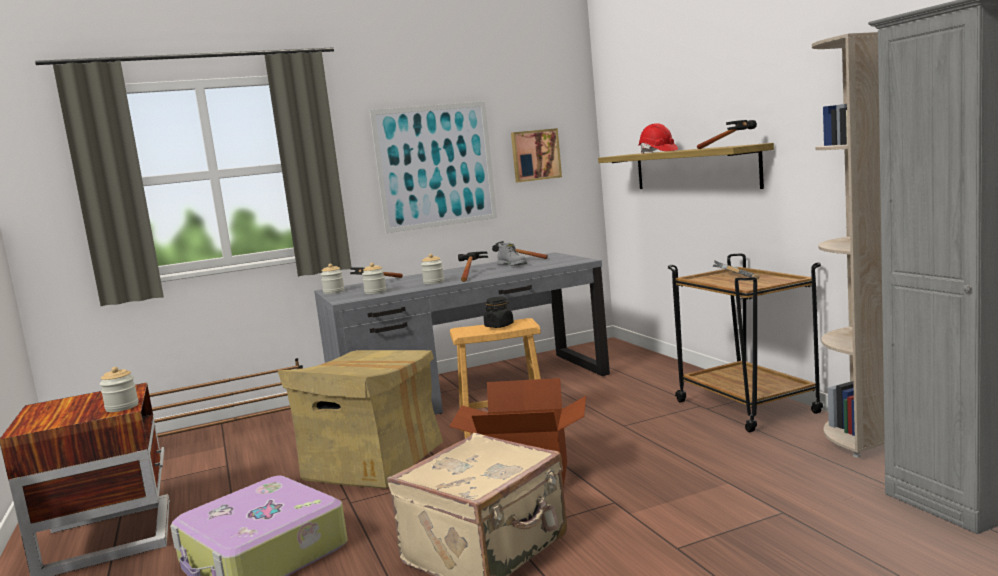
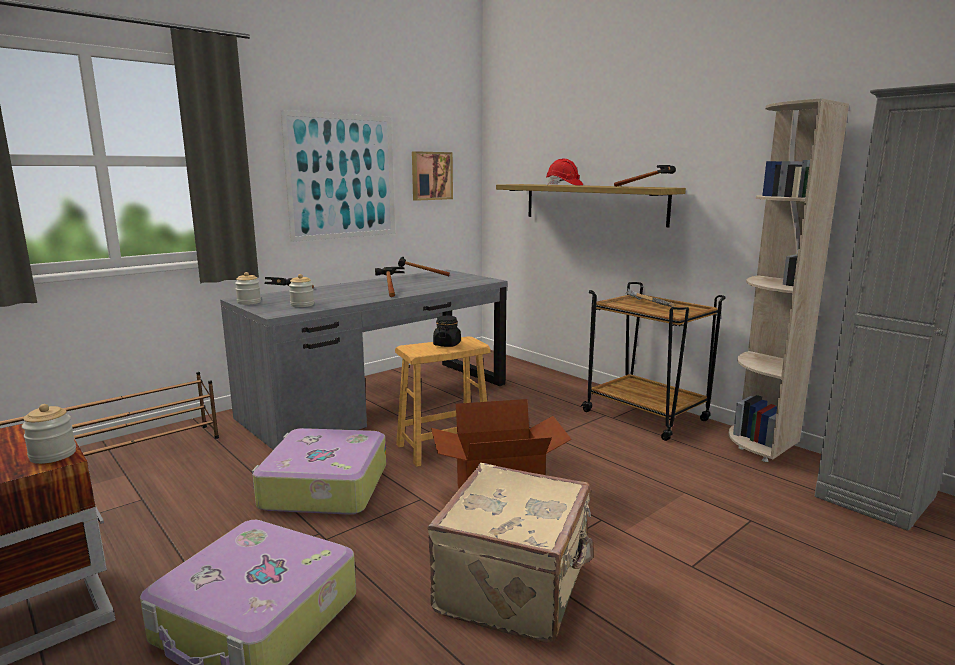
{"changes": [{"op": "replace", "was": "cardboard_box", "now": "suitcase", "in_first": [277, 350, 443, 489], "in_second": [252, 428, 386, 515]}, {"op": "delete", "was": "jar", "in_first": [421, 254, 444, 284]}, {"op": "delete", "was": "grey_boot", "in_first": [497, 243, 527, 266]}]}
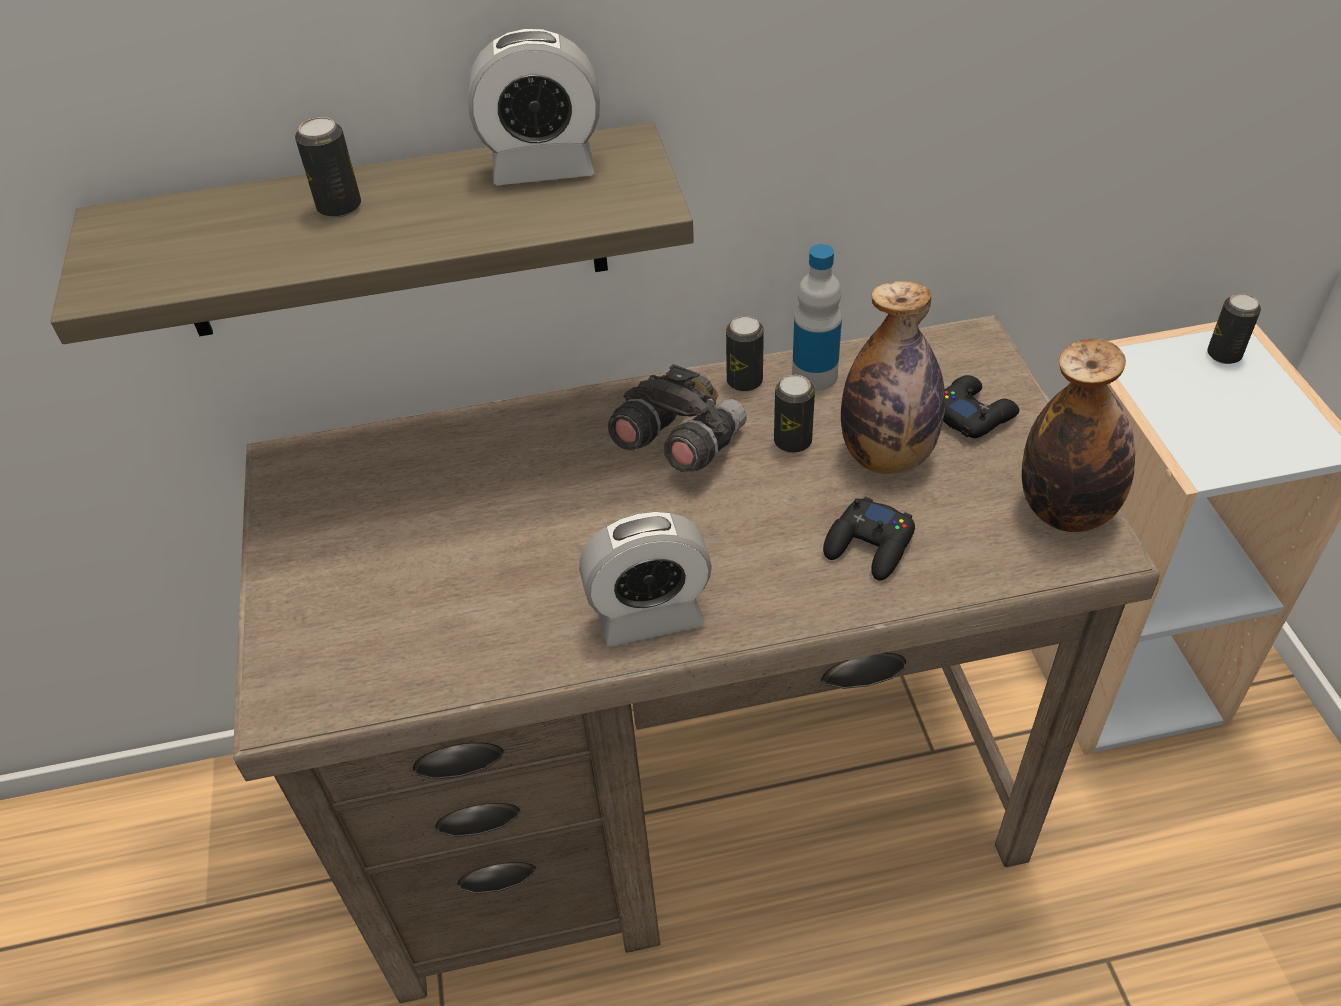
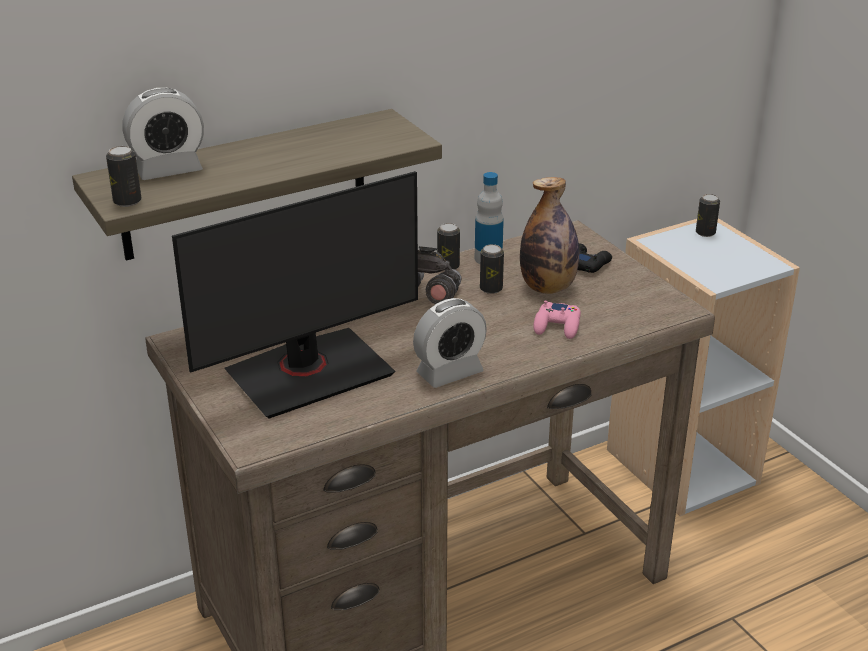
{"changes": [{"op": "move", "was": "can", "in_first": [295, 117, 361, 218], "in_second": [106, 146, 142, 207]}, {"op": "move", "was": "alarm_clock", "in_first": [468, 29, 600, 185], "in_second": [122, 88, 204, 180]}, {"op": "recolor", "was": "black_game_controller", "now": "pink_game_controller", "in_first": [823, 497, 915, 581], "in_second": [534, 300, 581, 339]}, {"op": "delete", "was": "bottle", "in_first": [1022, 338, 1135, 532]}, {"op": "insert", "now": "monitor", "in_second": [172, 171, 418, 419]}]}
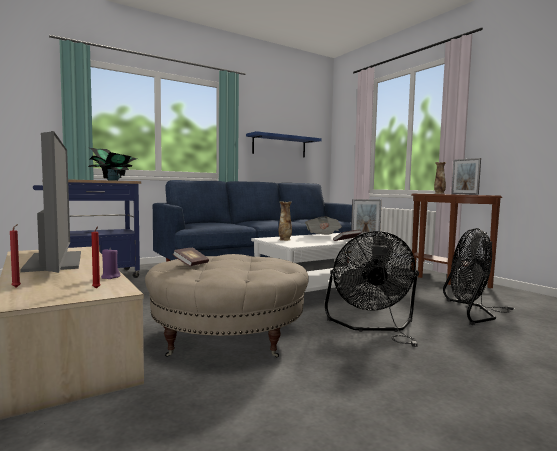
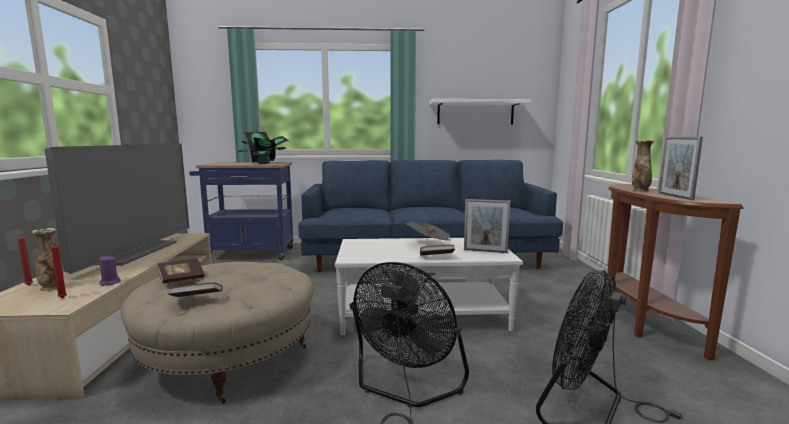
{"changes": [{"op": "recolor", "was": "blue_shelf", "now": "white_shelf", "in_first": [246, 131, 322, 157], "in_second": [429, 99, 531, 124]}, {"op": "move", "was": "vase", "in_first": [278, 201, 292, 241], "in_second": [32, 228, 64, 291]}, {"op": "insert", "now": "book", "in_second": [167, 283, 222, 297]}]}
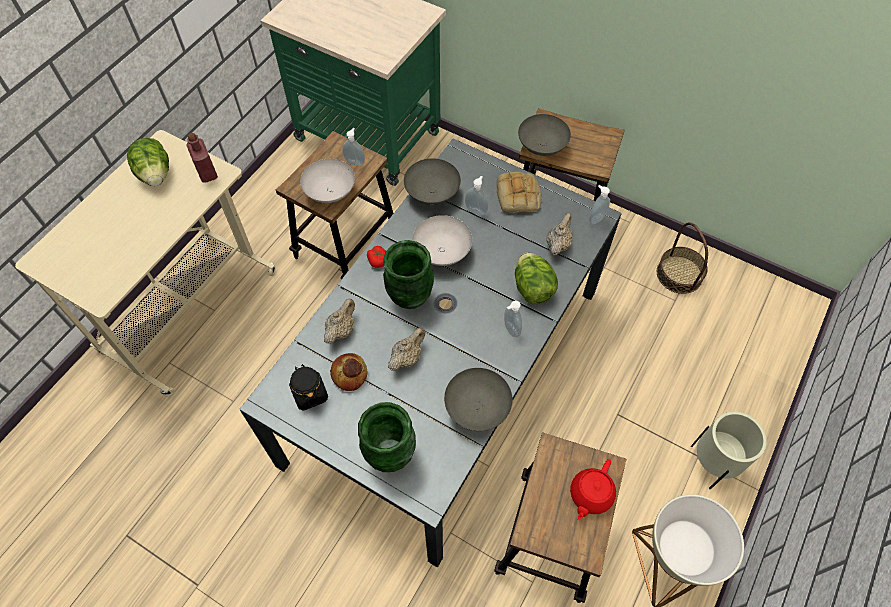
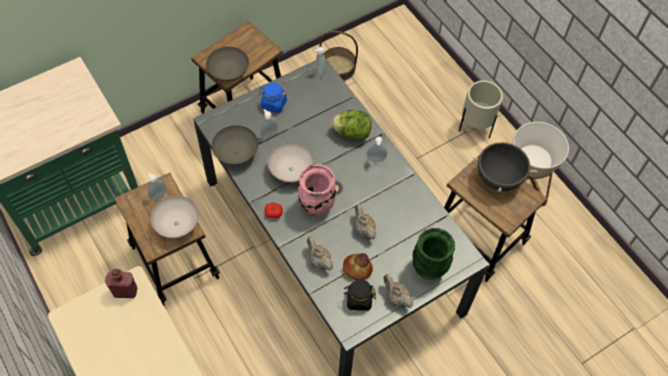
{"changes": [{"op": "delete", "was": "lettuce", "in_first": [127, 138, 169, 186]}, {"op": "recolor", "was": "green_vase", "now": "pink_vase", "in_first": [383, 240, 434, 309], "in_second": [298, 164, 336, 216]}, {"op": "delete", "was": "grey_bowl", "in_first": [444, 368, 512, 431]}, {"op": "replace", "was": "bread", "now": "blue_jar", "in_first": [497, 172, 542, 213], "in_second": [259, 82, 287, 113]}, {"op": "move", "was": "beige_teapot", "in_first": [547, 213, 573, 255], "in_second": [384, 274, 413, 308]}, {"op": "replace", "was": "red_teapot", "now": "black_cooking_pot", "in_first": [570, 459, 616, 520], "in_second": [472, 138, 537, 192]}]}
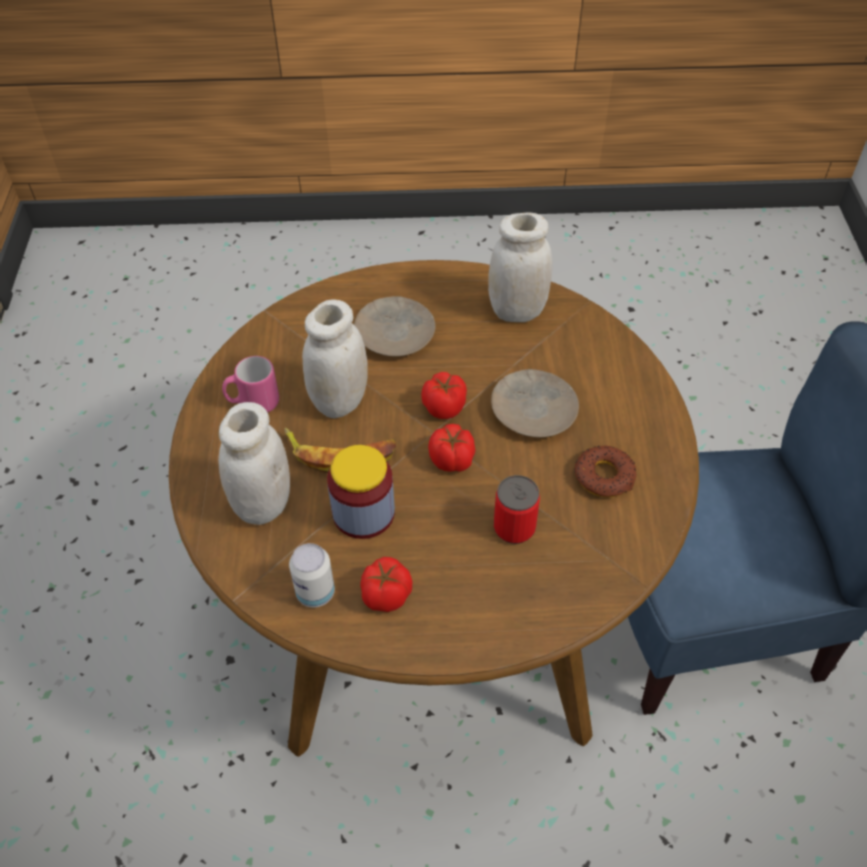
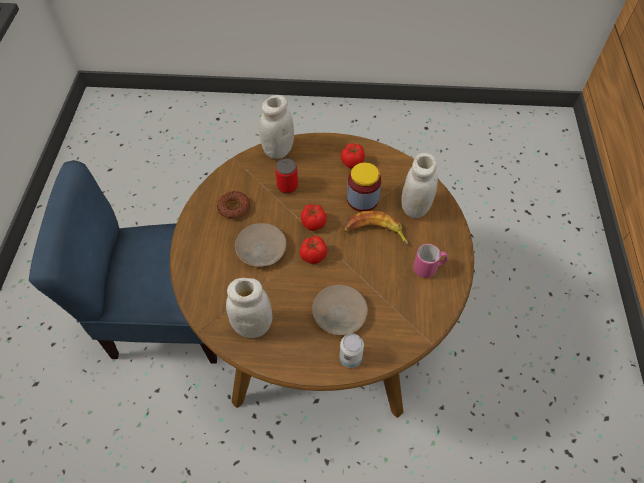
{"changes": [{"op": "move", "was": "can", "in_first": [289, 543, 335, 608], "in_second": [340, 334, 364, 368]}, {"op": "move", "was": "white_jar", "in_first": [302, 299, 368, 418], "in_second": [259, 95, 294, 159]}]}
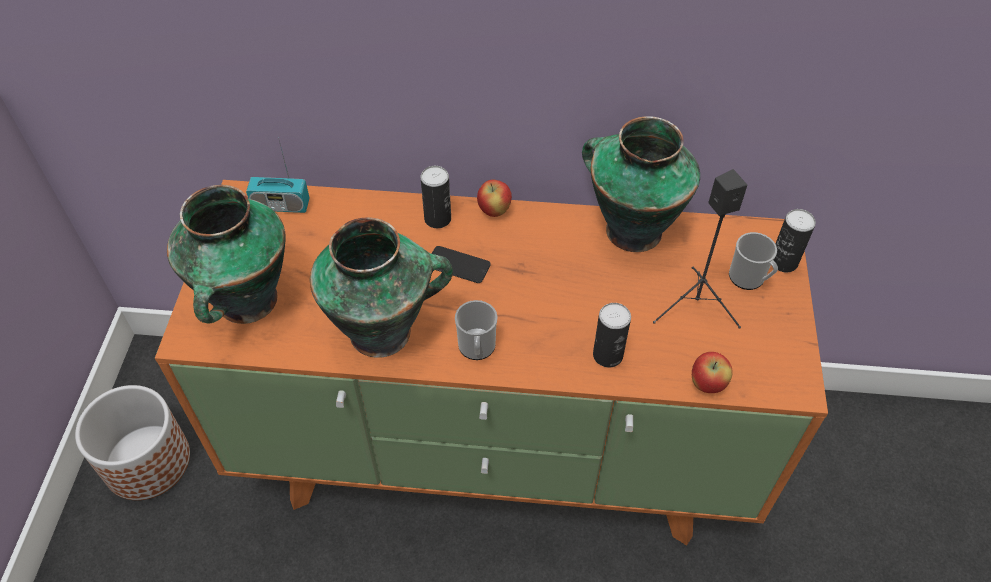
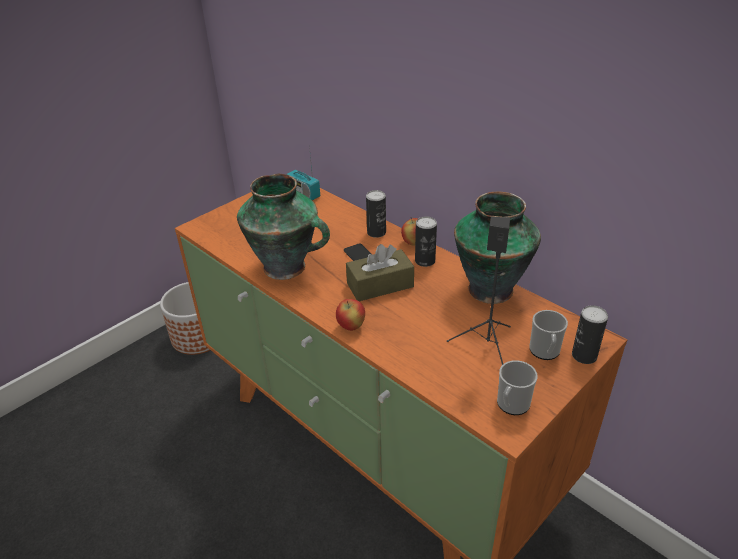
{"changes": [{"op": "delete", "was": "vase", "in_first": [167, 185, 285, 324]}, {"op": "move", "was": "mug", "in_first": [455, 300, 498, 360], "in_second": [497, 360, 538, 415]}, {"op": "move", "was": "can", "in_first": [593, 303, 631, 367], "in_second": [415, 216, 437, 267]}, {"op": "move", "was": "apple", "in_first": [692, 352, 733, 393], "in_second": [336, 299, 365, 331]}, {"op": "insert", "now": "brown_tissue_box", "in_second": [346, 244, 414, 301]}]}
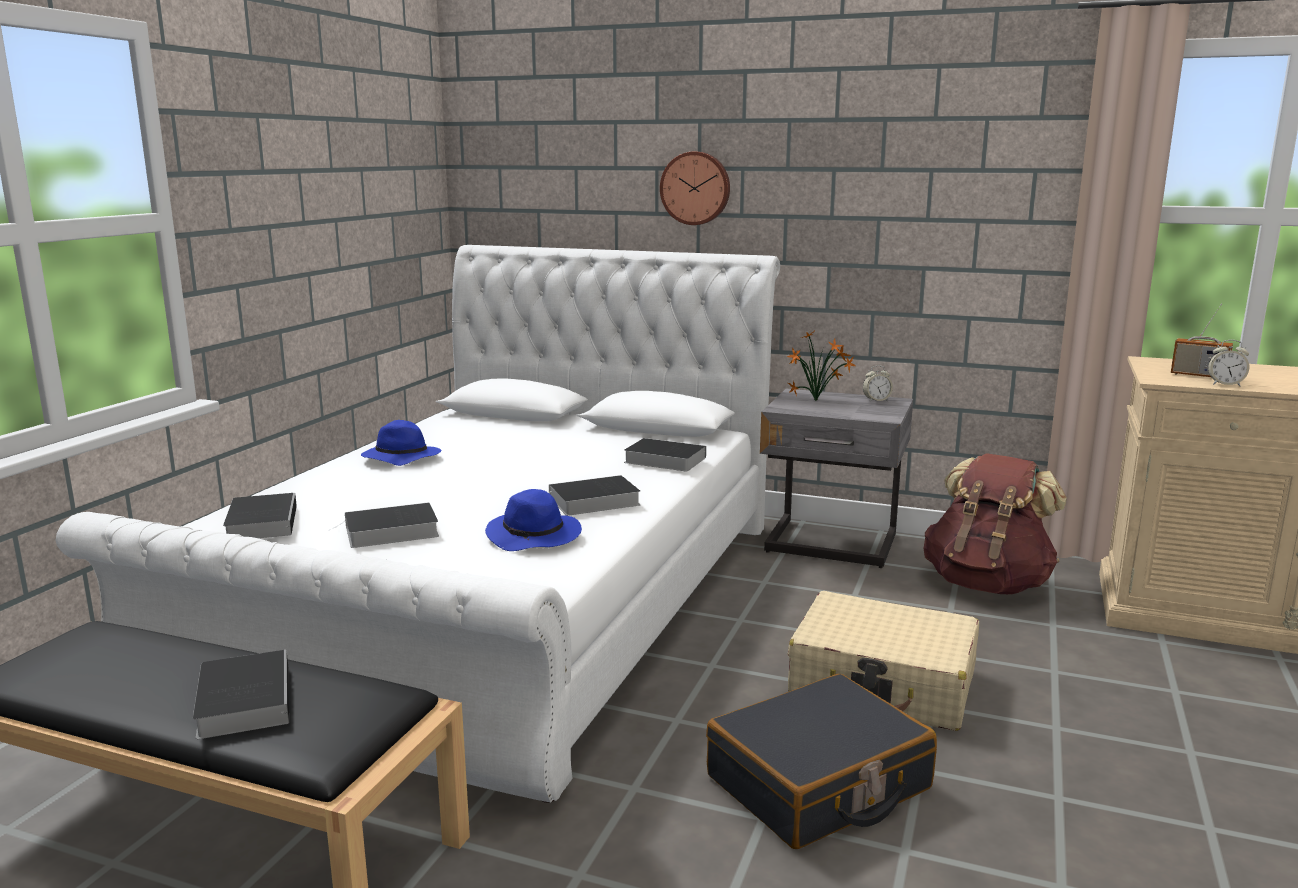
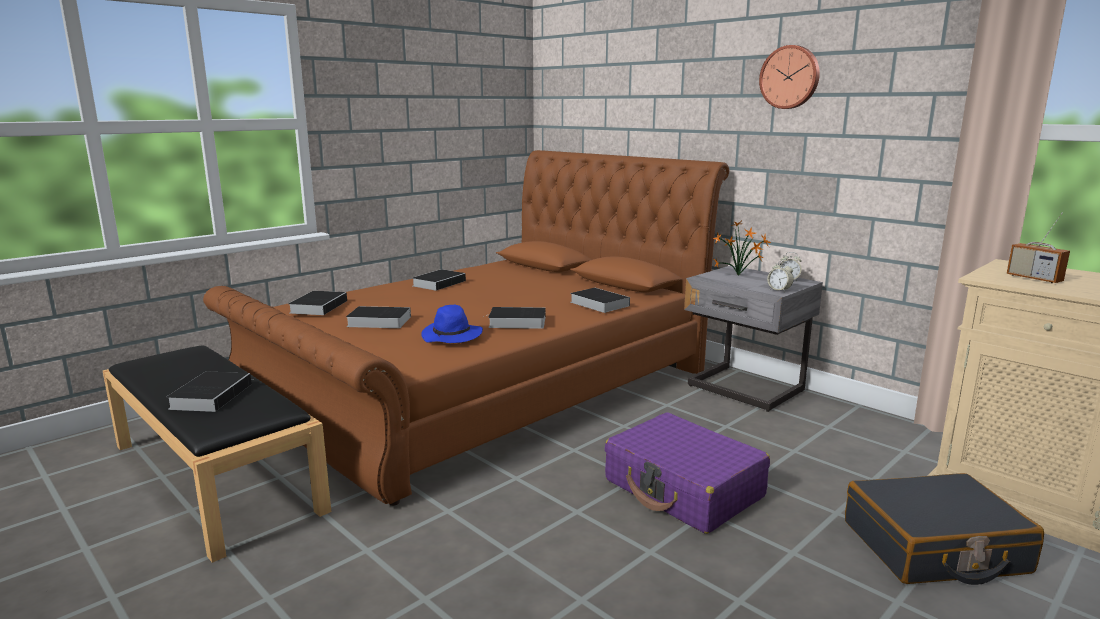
{"changes": [{"op": "recolor", "was": "white_bed", "now": "brown_bed", "in_first": [55, 245, 780, 803], "in_second": [203, 150, 729, 506]}, {"op": "replace", "was": "blue_hat", "now": "book", "in_first": [361, 420, 441, 466], "in_second": [413, 269, 468, 291]}, {"op": "move", "was": "wall_clock", "in_first": [660, 151, 730, 225], "in_second": [759, 45, 820, 109]}, {"op": "move", "was": "black_suitcase", "in_first": [706, 674, 937, 849], "in_second": [845, 473, 1044, 585]}, {"op": "recolor", "was": "beige_suitcase", "now": "purple_suitcase", "in_first": [788, 591, 979, 731], "in_second": [605, 412, 770, 534]}, {"op": "delete", "was": "brown_backpack", "in_first": [923, 453, 1067, 595]}, {"op": "move", "was": "alarm_clock", "in_first": [1208, 340, 1249, 387], "in_second": [767, 261, 794, 292]}]}
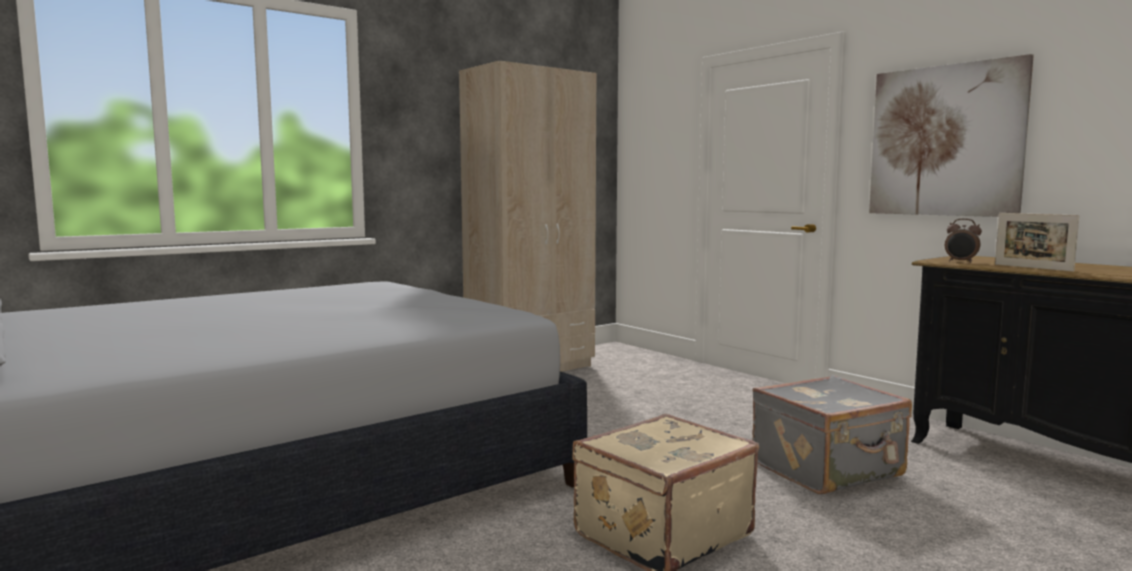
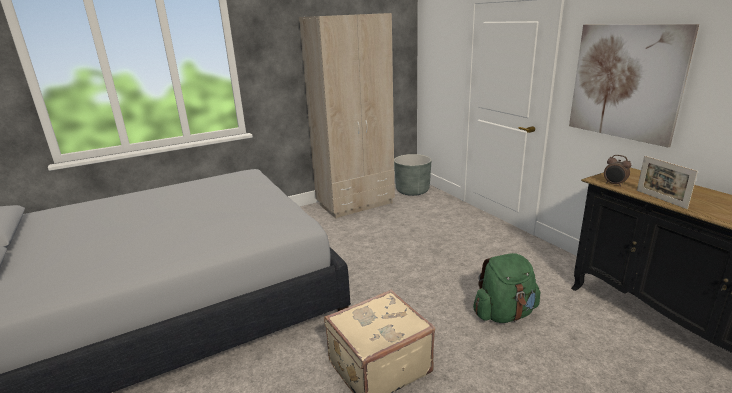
{"changes": [{"op": "replace", "was": "grey_suitcase", "now": "green_backpack", "in_first": [752, 375, 912, 494], "in_second": [473, 253, 540, 323]}, {"op": "insert", "now": "grey_planter", "in_second": [394, 154, 432, 196]}]}
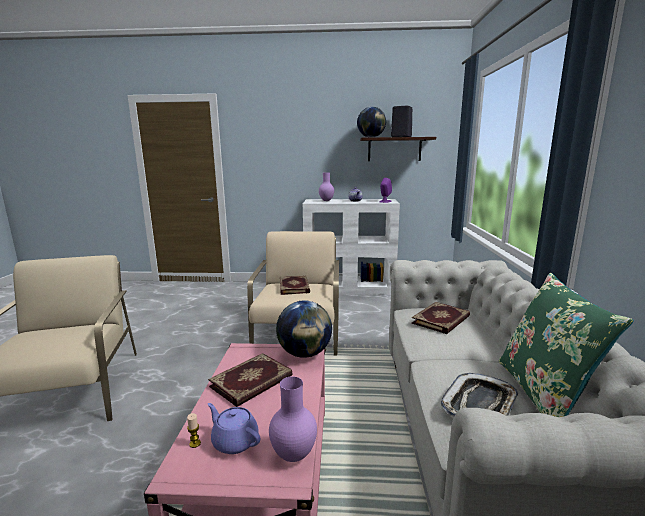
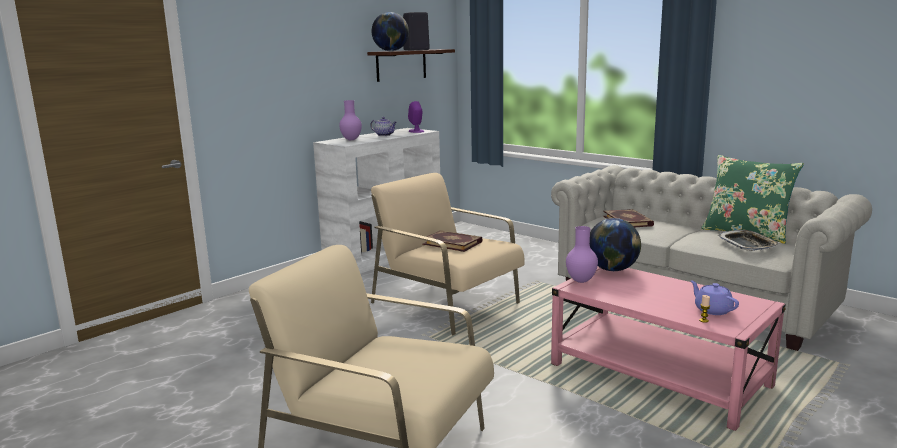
{"changes": [{"op": "delete", "was": "book", "in_first": [208, 353, 293, 407]}, {"op": "rotate", "was": "purple_teapot", "in_first": [208, 403, 260, 454], "in_second": [690, 280, 739, 315], "clockwise": 75}, {"op": "move", "was": "purple_vase", "in_first": [269, 376, 317, 462], "in_second": [566, 226, 598, 283]}]}
